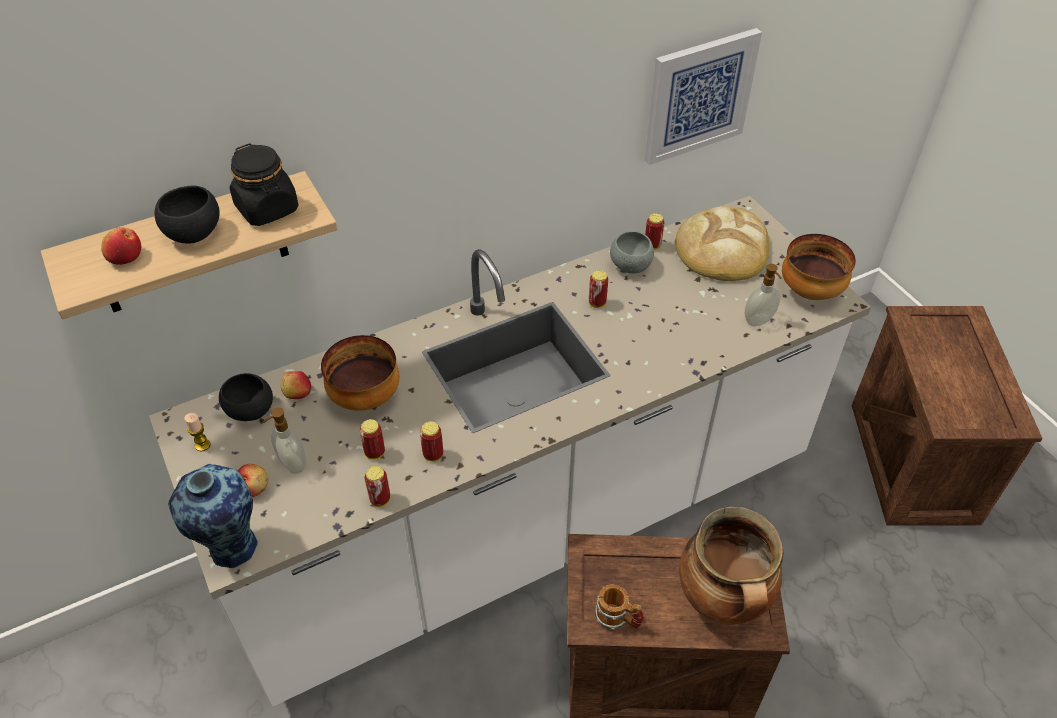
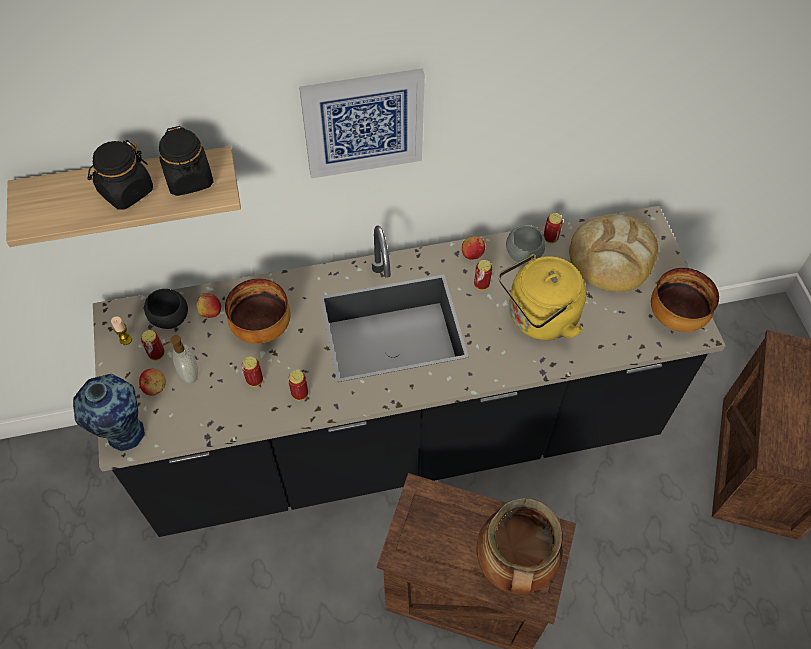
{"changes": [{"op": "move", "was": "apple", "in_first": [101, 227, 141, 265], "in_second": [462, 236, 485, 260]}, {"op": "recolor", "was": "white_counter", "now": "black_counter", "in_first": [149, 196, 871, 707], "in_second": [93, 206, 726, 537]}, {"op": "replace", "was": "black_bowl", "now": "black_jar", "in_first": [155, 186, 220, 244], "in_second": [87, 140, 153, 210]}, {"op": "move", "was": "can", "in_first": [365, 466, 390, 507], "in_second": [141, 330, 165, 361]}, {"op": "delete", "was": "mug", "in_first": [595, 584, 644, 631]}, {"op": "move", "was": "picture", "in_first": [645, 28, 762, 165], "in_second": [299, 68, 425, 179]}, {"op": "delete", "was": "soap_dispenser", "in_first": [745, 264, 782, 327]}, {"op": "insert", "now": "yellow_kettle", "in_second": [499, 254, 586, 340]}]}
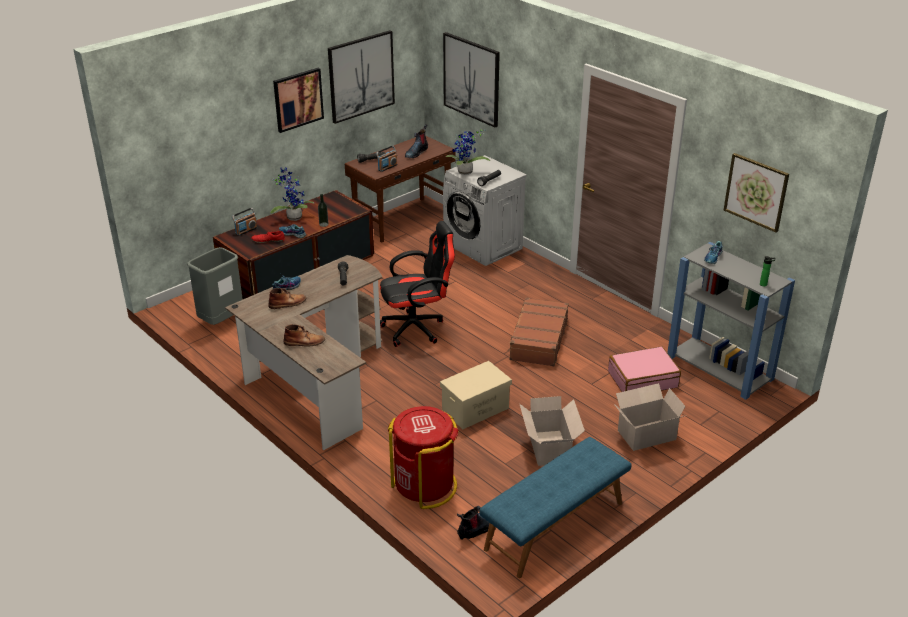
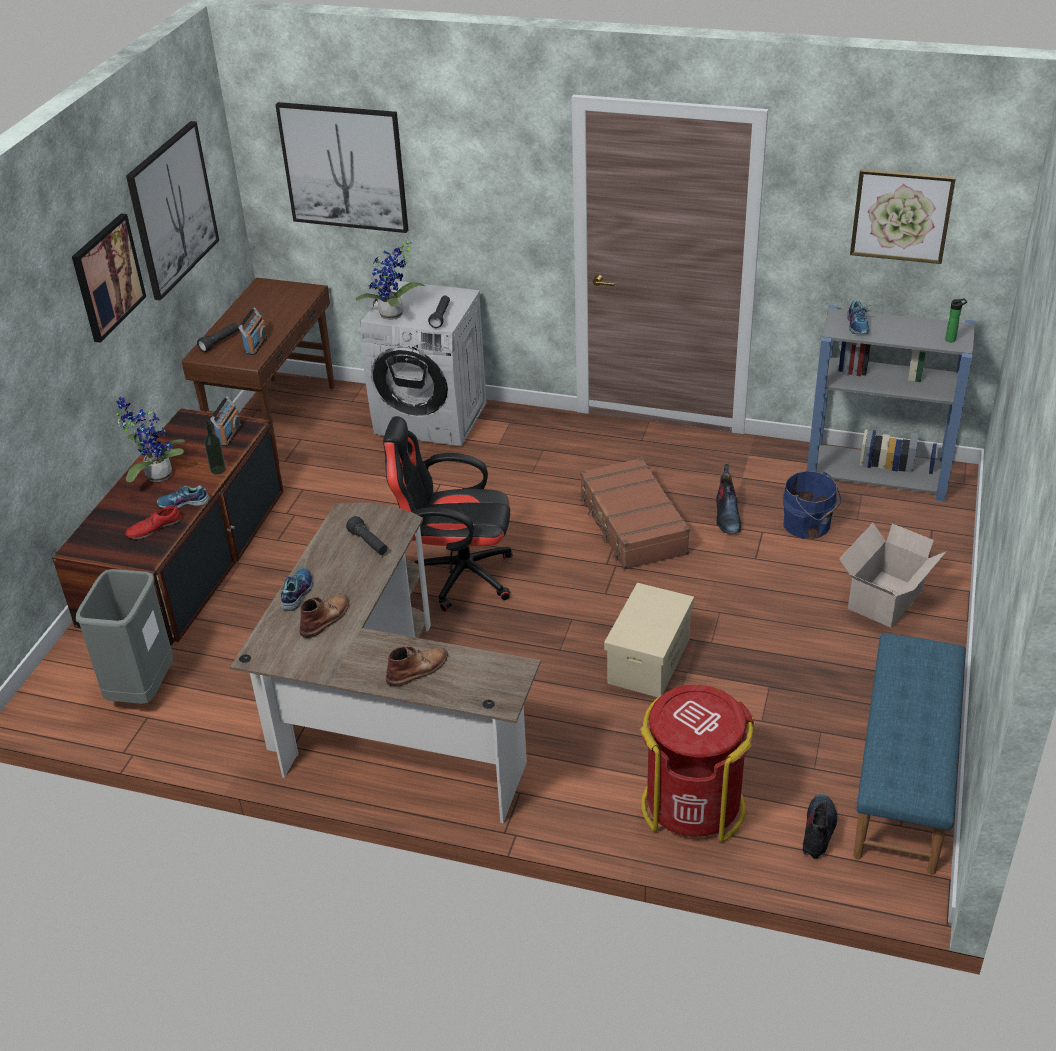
{"changes": [{"op": "move", "was": "radio", "in_first": [232, 208, 257, 236], "in_second": [210, 396, 241, 446]}, {"op": "rotate", "was": "black_office_chair", "in_first": [380, 221, 455, 347], "in_second": [383, 416, 513, 612], "clockwise": -120}, {"op": "move", "was": "boot", "in_first": [405, 124, 428, 158], "in_second": [716, 464, 741, 534]}, {"op": "delete", "was": "cardboard_box", "in_first": [520, 396, 585, 466]}, {"op": "replace", "was": "pink_suitcase", "now": "blue_bucket", "in_first": [608, 346, 681, 392], "in_second": [783, 471, 841, 539]}]}
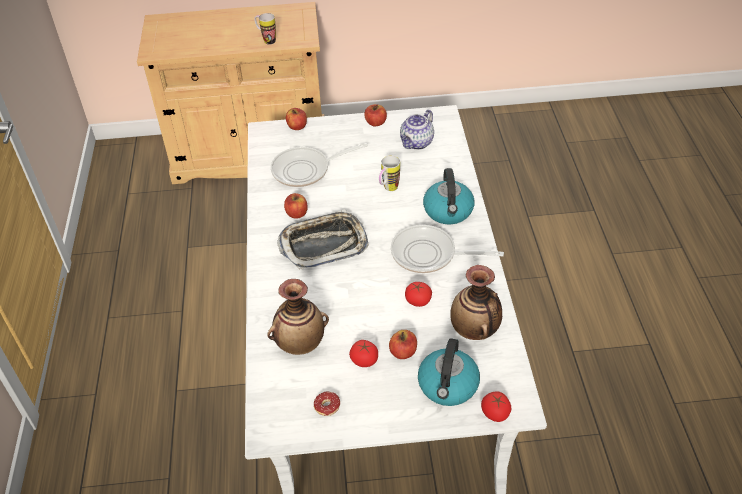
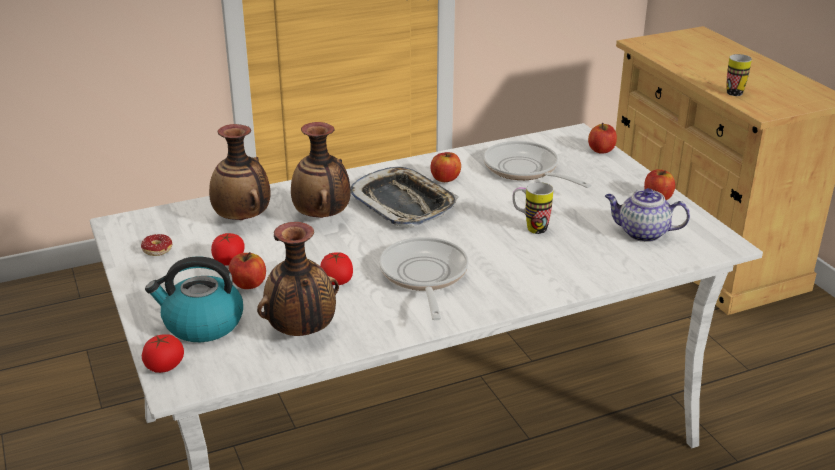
{"changes": [{"op": "delete", "was": "kettle", "in_first": [423, 168, 474, 224]}, {"op": "insert", "now": "vase", "in_second": [291, 122, 351, 218]}]}
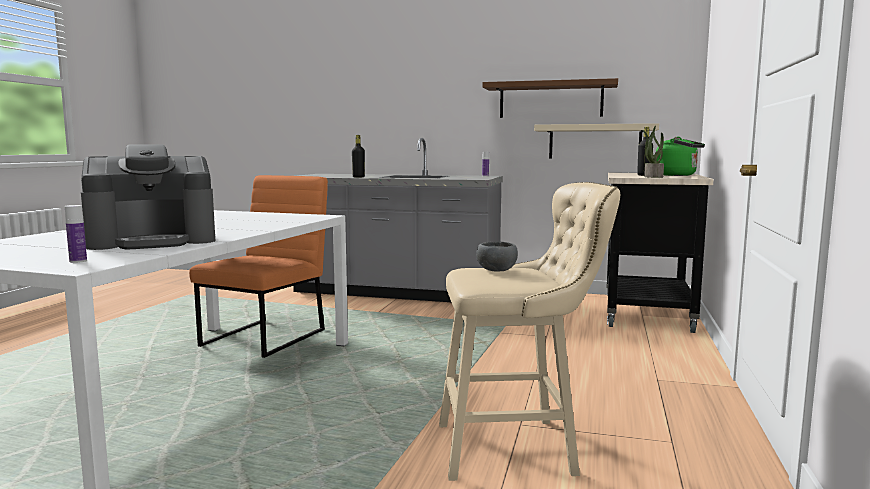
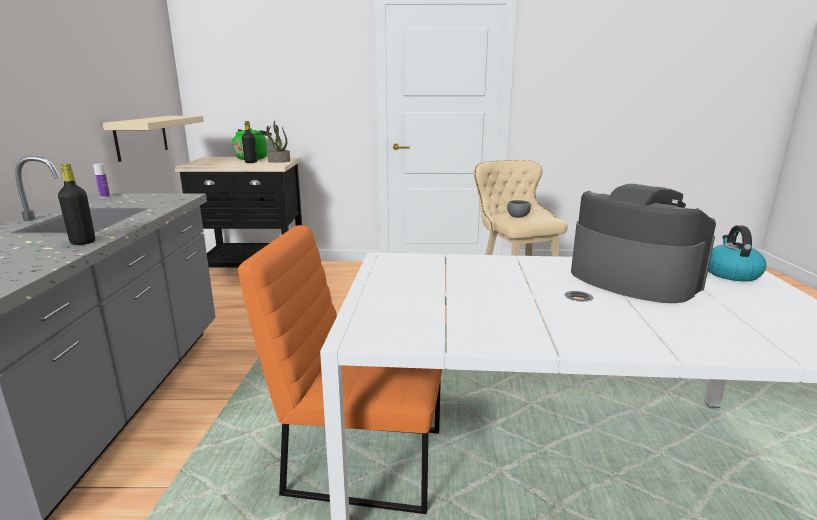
{"changes": [{"op": "replace", "was": "bottle", "now": "kettle", "in_first": [65, 205, 87, 263], "in_second": [708, 225, 767, 281]}, {"op": "delete", "was": "brown_shelf", "in_first": [482, 78, 618, 118]}]}
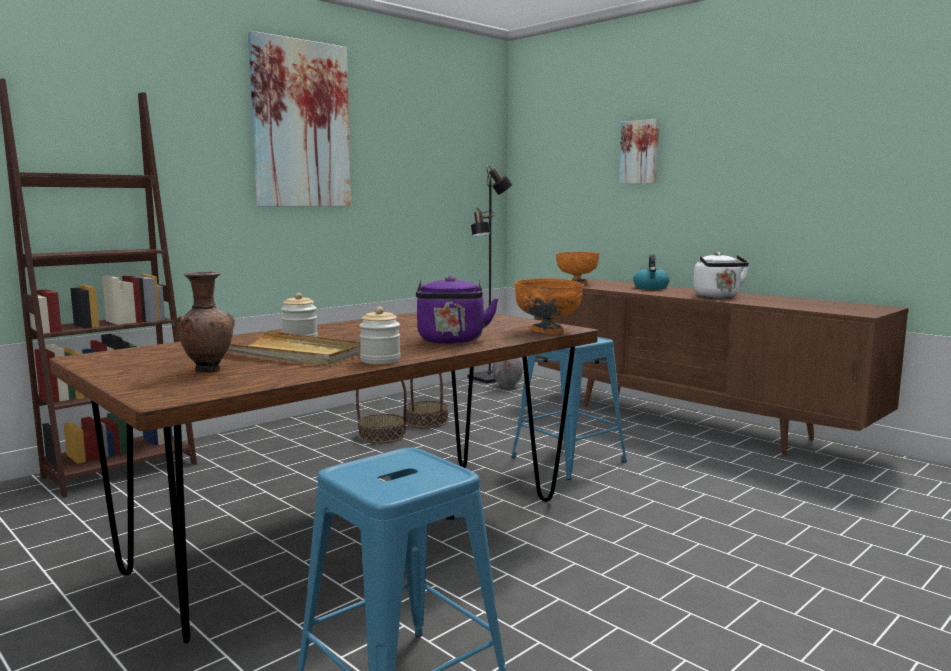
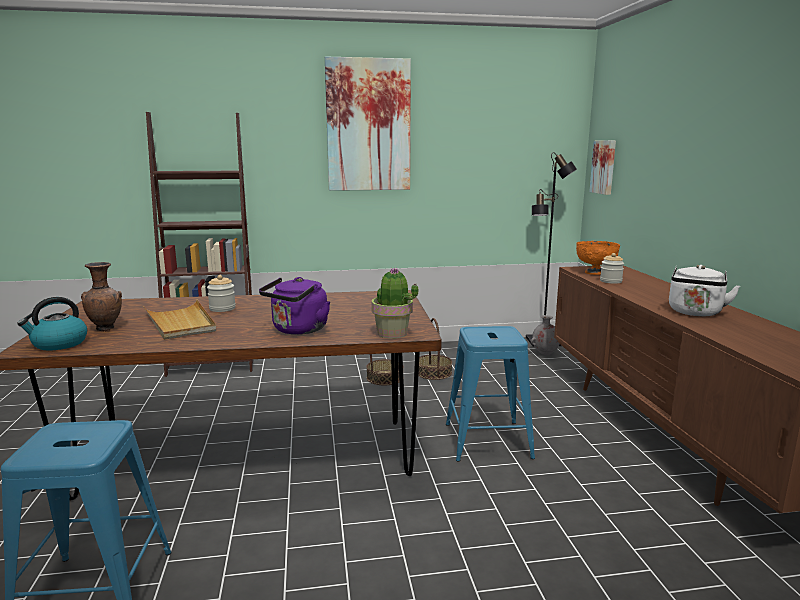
{"changes": [{"op": "move", "was": "jar", "in_first": [359, 307, 401, 364], "in_second": [600, 253, 624, 284]}, {"op": "replace", "was": "orange_bowl", "now": "potted_plant", "in_first": [514, 278, 583, 334], "in_second": [371, 267, 418, 339]}, {"op": "move", "was": "picture", "in_first": [619, 119, 659, 184], "in_second": [589, 140, 616, 195]}, {"op": "move", "was": "kettle", "in_first": [633, 255, 669, 290], "in_second": [17, 297, 87, 351]}]}
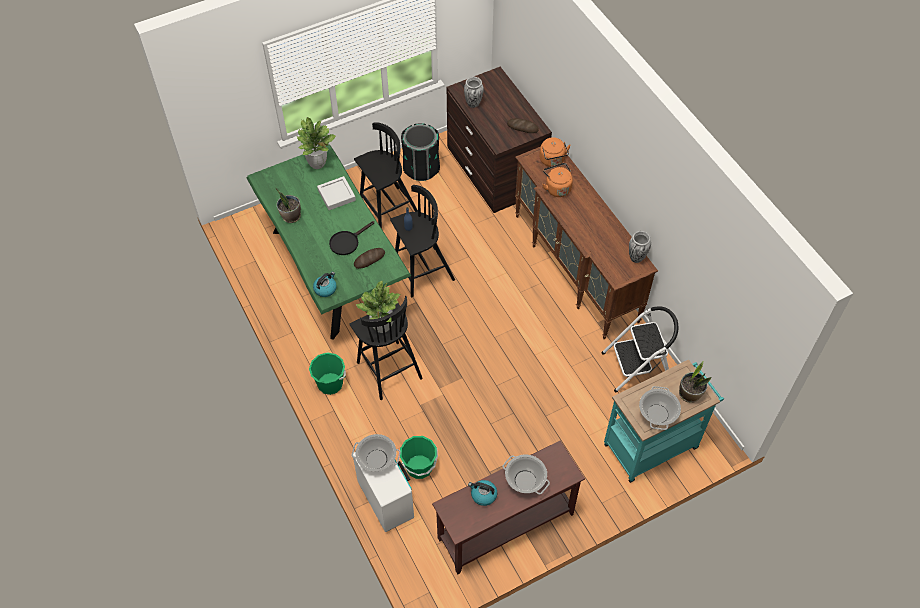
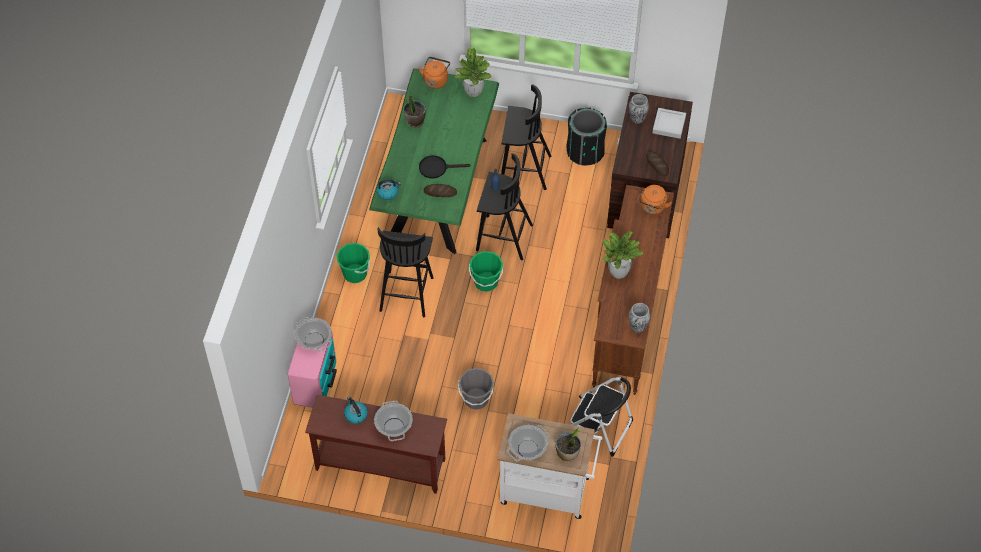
{"changes": [{"op": "move", "was": "grey_tray", "in_first": [317, 176, 356, 210], "in_second": [652, 108, 686, 139]}, {"op": "recolor", "was": "white_nightstand", "now": "pink_nightstand", "in_first": [353, 452, 414, 532], "in_second": [288, 330, 337, 408]}, {"op": "move", "was": "potted_plant", "in_first": [356, 281, 400, 333], "in_second": [601, 232, 643, 279]}, {"op": "move", "was": "green_bucket", "in_first": [400, 436, 438, 479], "in_second": [469, 251, 503, 292]}, {"op": "move", "was": "orange_kettle", "in_first": [543, 163, 573, 197], "in_second": [418, 57, 450, 89]}, {"op": "recolor", "was": "turquoise_cart", "now": "white_cart", "in_first": [604, 359, 724, 483], "in_second": [498, 413, 602, 519]}, {"op": "insert", "now": "grey_bucket", "in_second": [458, 368, 494, 410]}]}
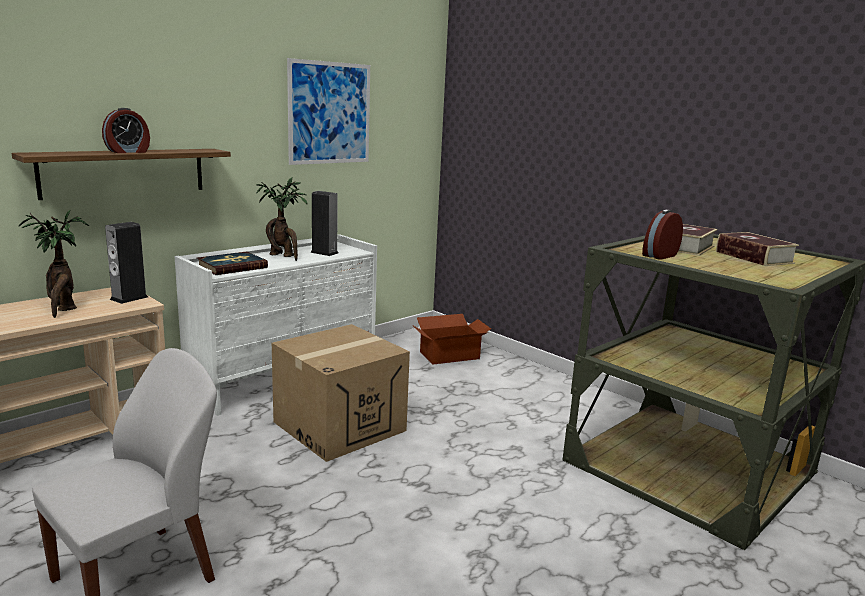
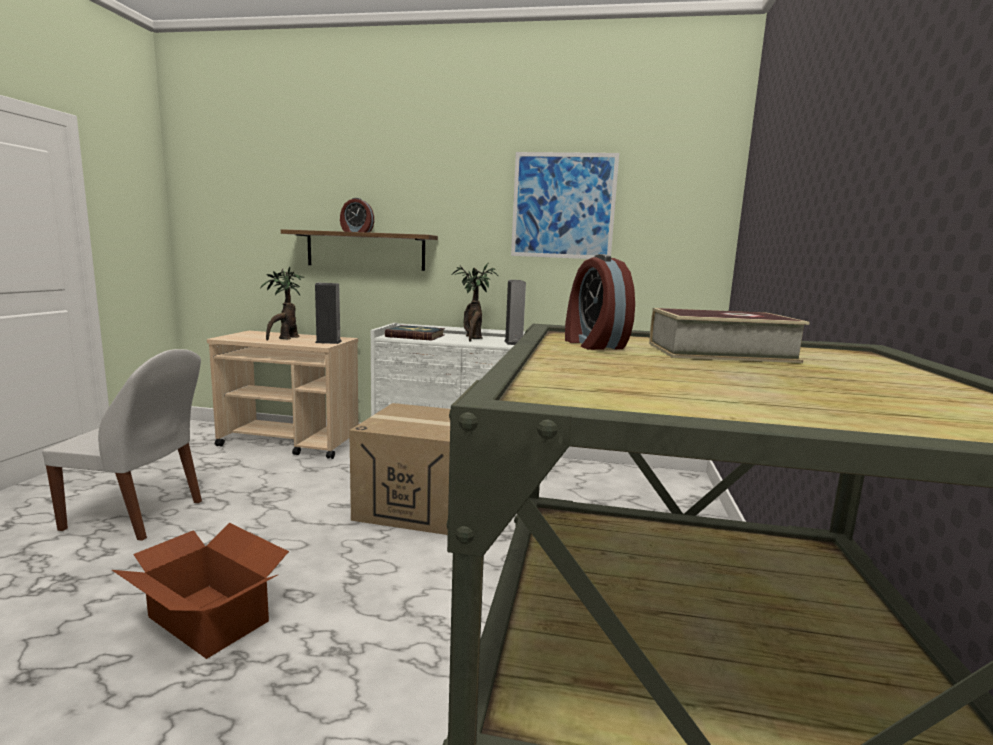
{"changes": [{"op": "move", "was": "cardboard_box", "in_first": [412, 314, 491, 365], "in_second": [112, 523, 289, 659]}, {"op": "rotate", "was": "alarm_clock", "in_first": [642, 210, 683, 260], "in_second": [565, 254, 635, 350], "clockwise": -120}, {"op": "delete", "was": "book", "in_first": [716, 232, 799, 266]}]}
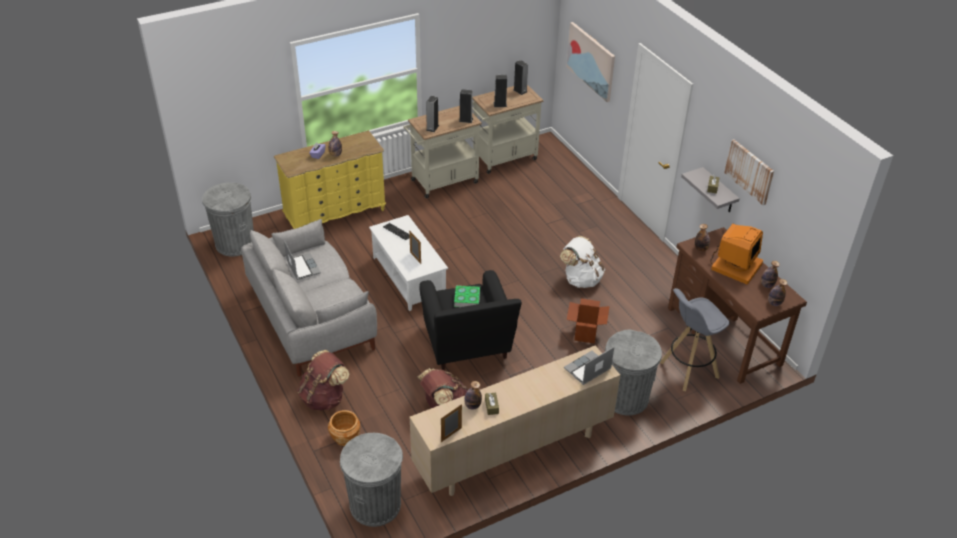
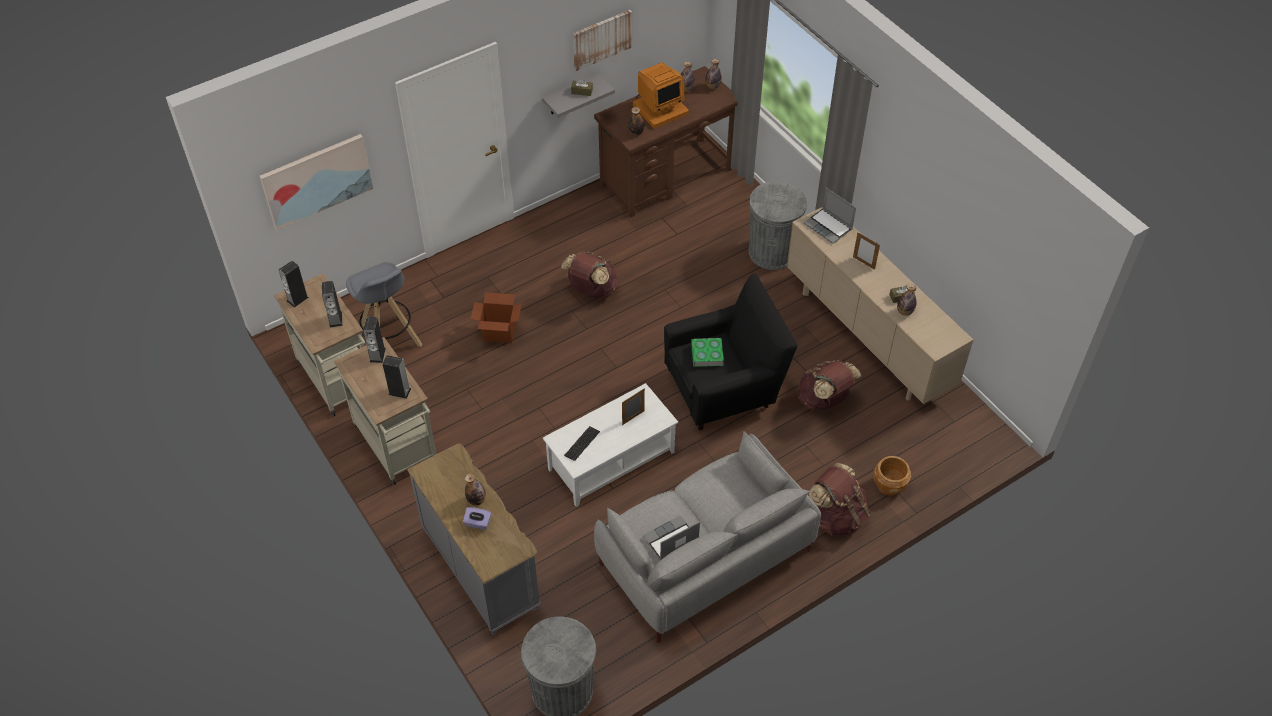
{"changes": [{"op": "recolor", "was": "yellow_dresser", "now": "grey_dresser", "in_first": [273, 130, 386, 229], "in_second": [407, 443, 541, 635]}, {"op": "delete", "was": "grey_trash_can", "in_first": [340, 433, 403, 527]}, {"op": "move", "was": "picture_frame", "in_first": [441, 404, 462, 442], "in_second": [853, 232, 880, 270]}, {"op": "recolor", "was": "white_backpack", "now": "brown_backpack", "in_first": [560, 236, 605, 288], "in_second": [561, 252, 619, 298]}, {"op": "move", "was": "cardboard_box", "in_first": [567, 299, 610, 344], "in_second": [470, 292, 522, 343]}, {"op": "move", "was": "grey_stool", "in_first": [660, 288, 730, 391], "in_second": [346, 262, 422, 347]}, {"op": "rotate", "was": "monitor", "in_first": [710, 224, 763, 284], "in_second": [633, 62, 689, 129], "clockwise": 120}]}
